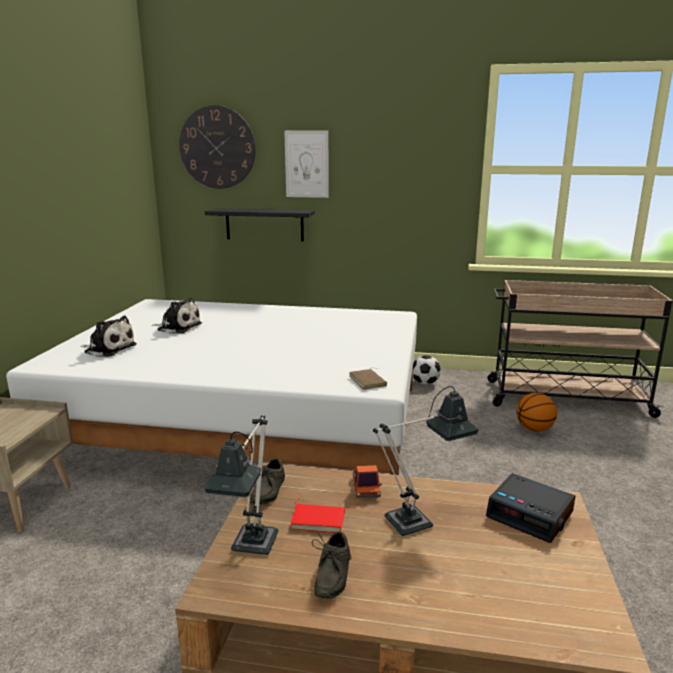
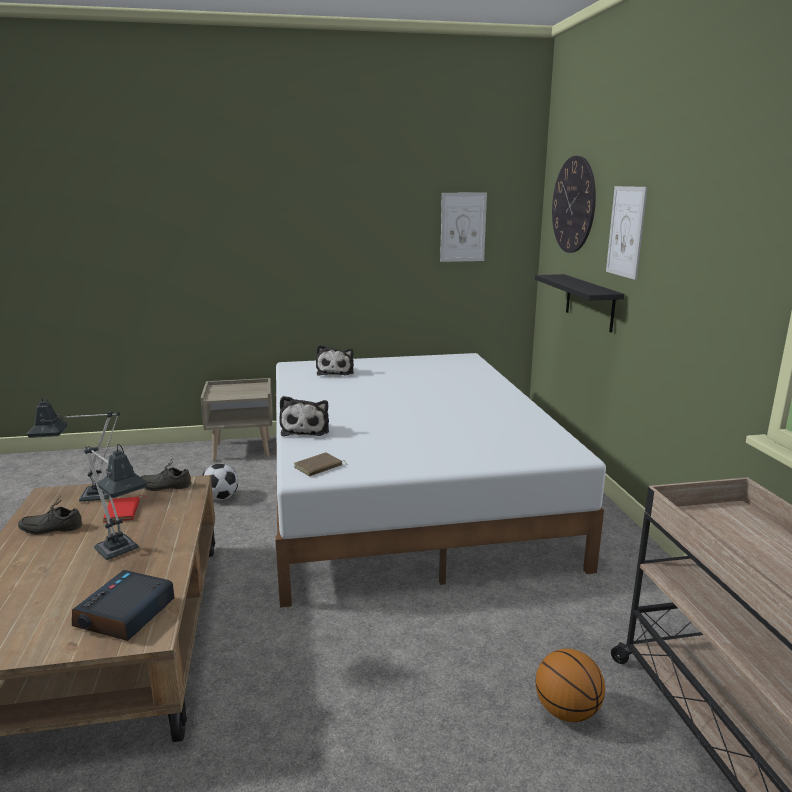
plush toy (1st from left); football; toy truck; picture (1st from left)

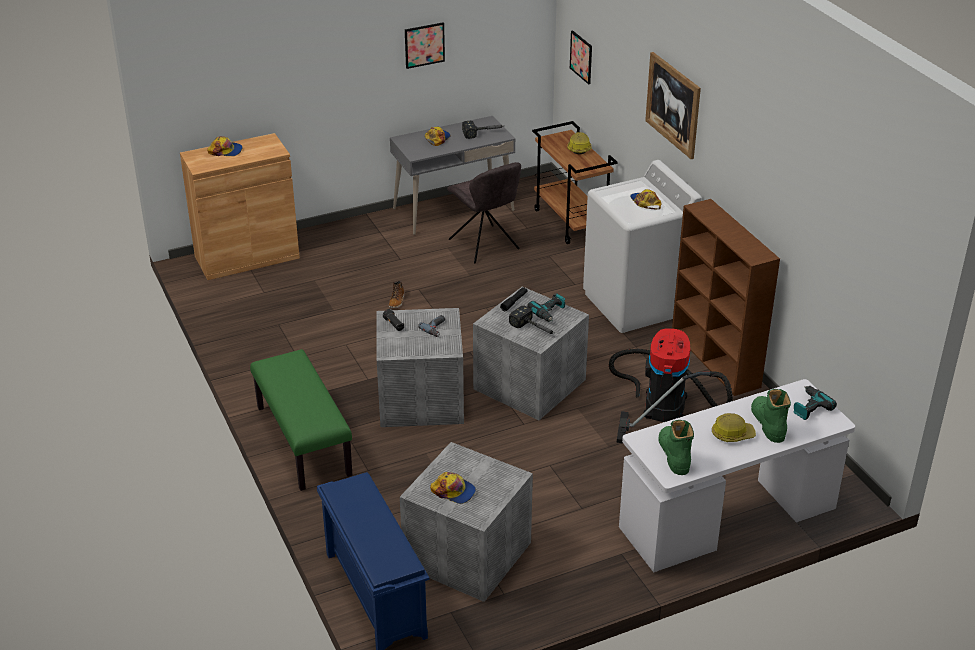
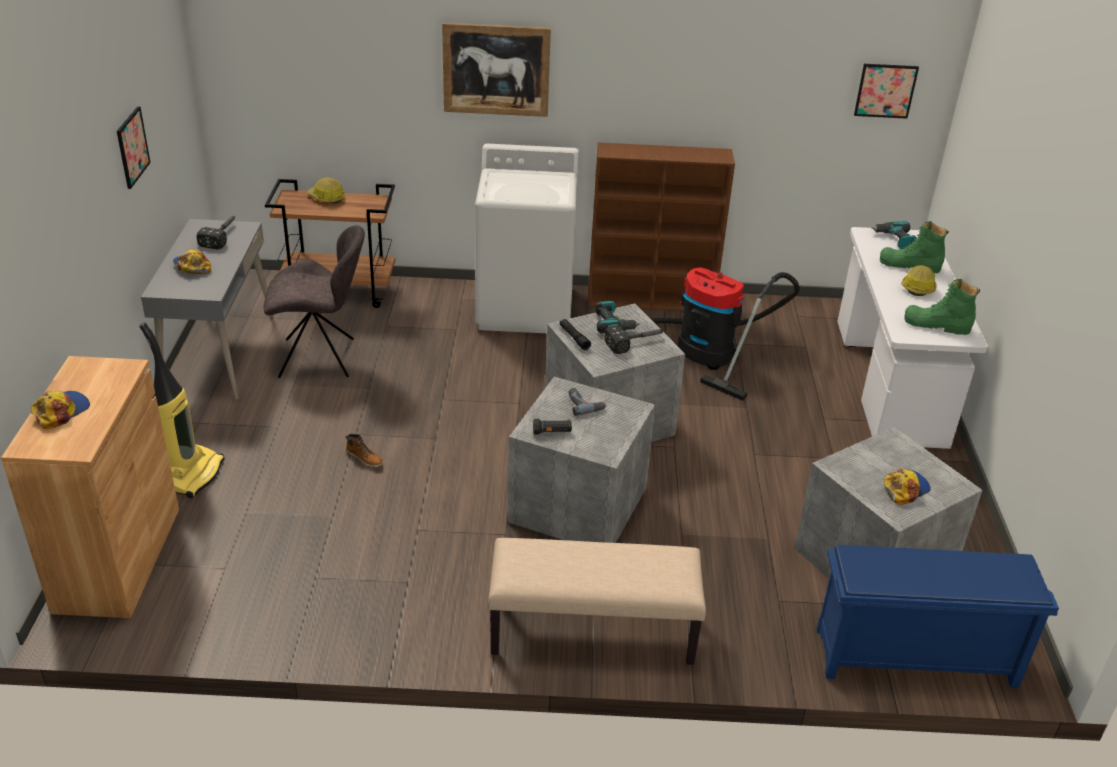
picture (3rd from left); cap (4th from left in the first image); beige bench; vacuum cleaner (1st from left)

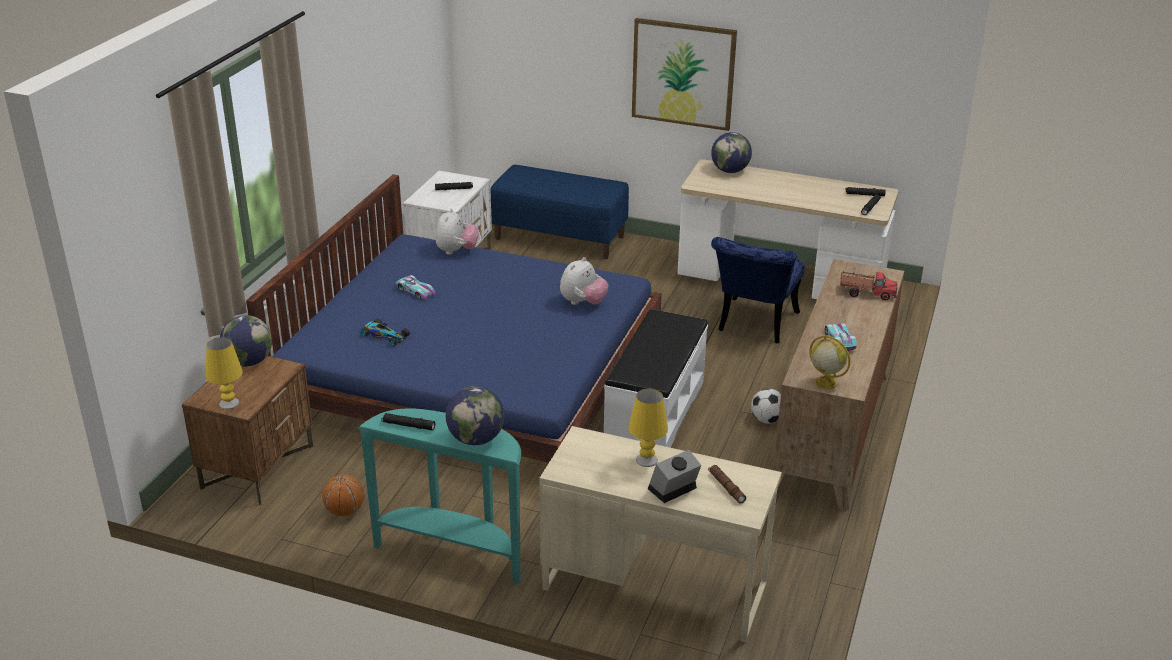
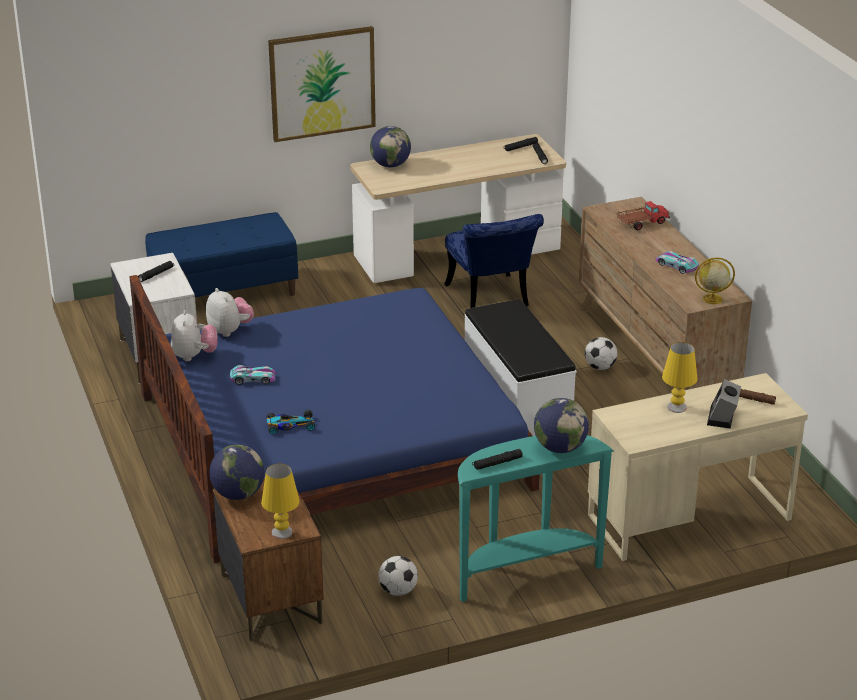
plush toy (1st from left); football (1st from left)

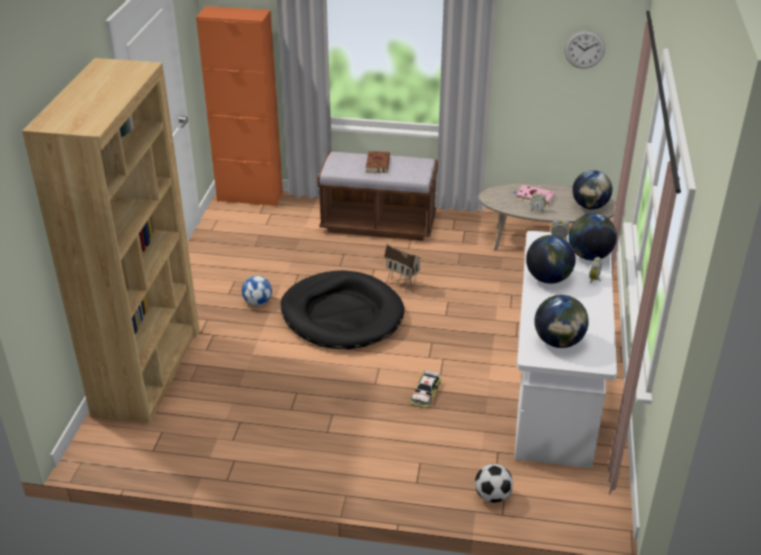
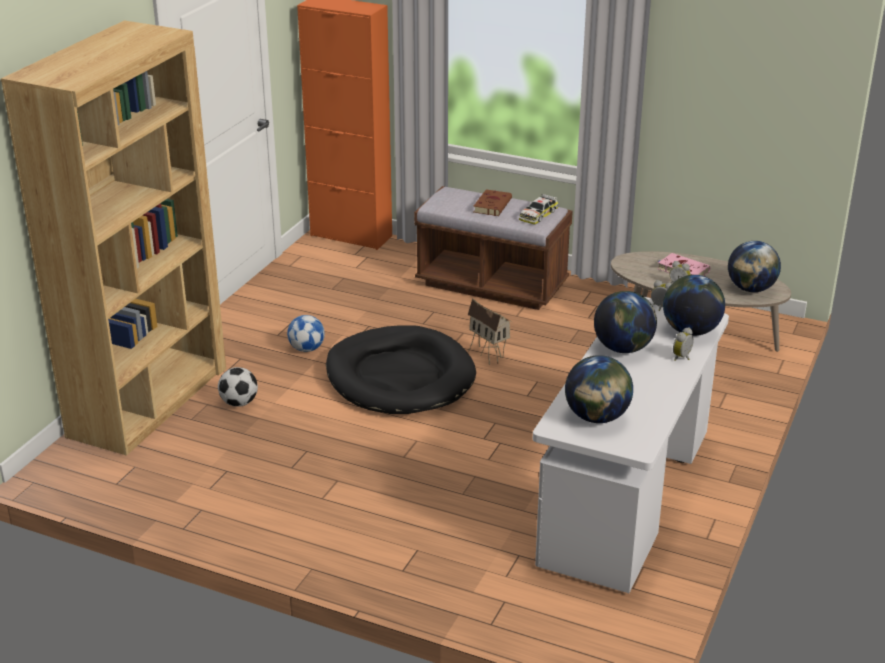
wall clock; toy car; football (1st from left)

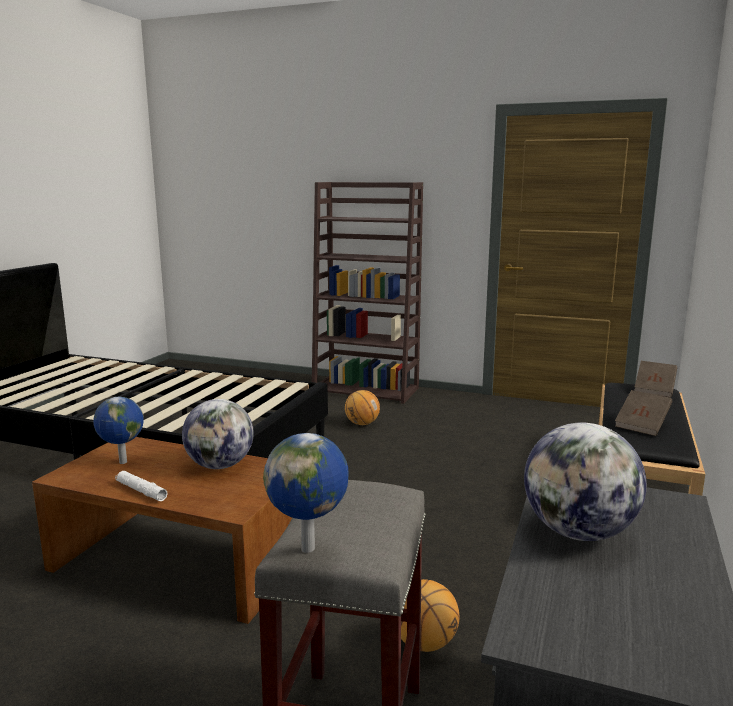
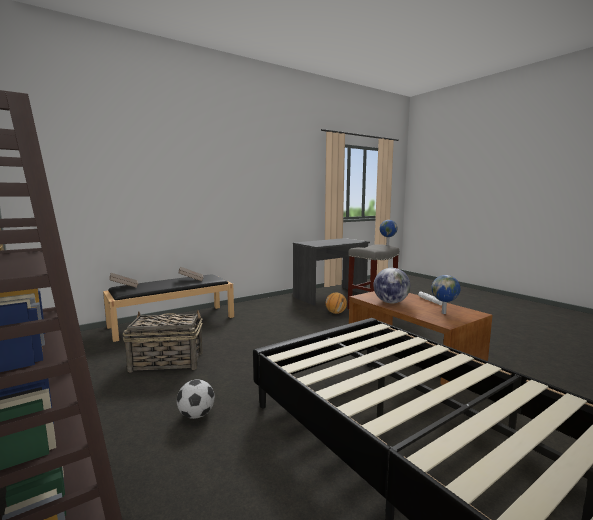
football; globe (4th from left in the first image); basket

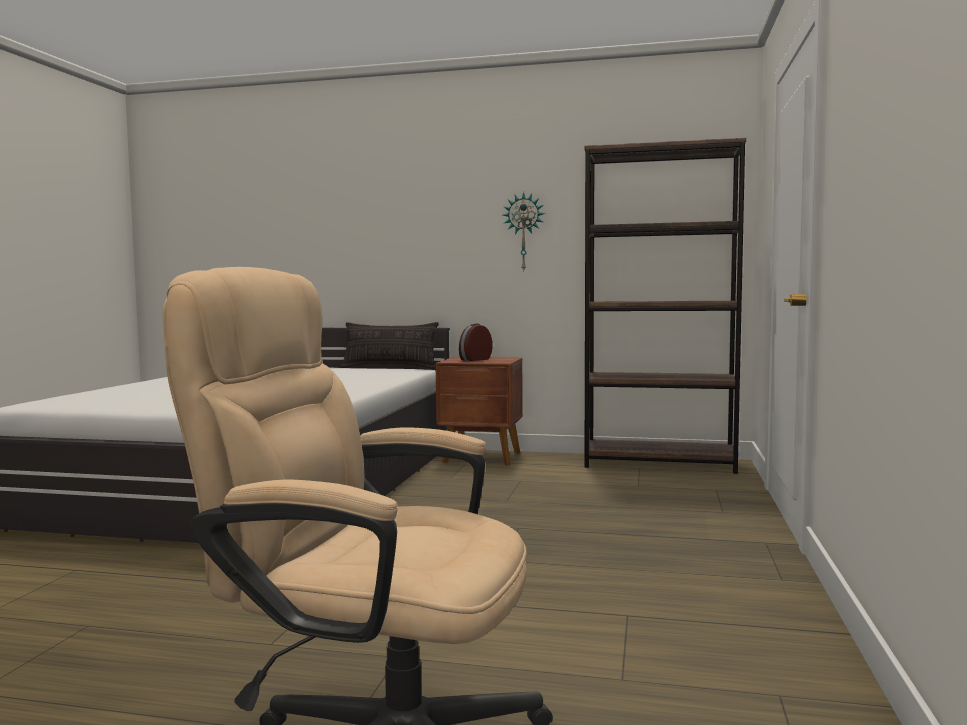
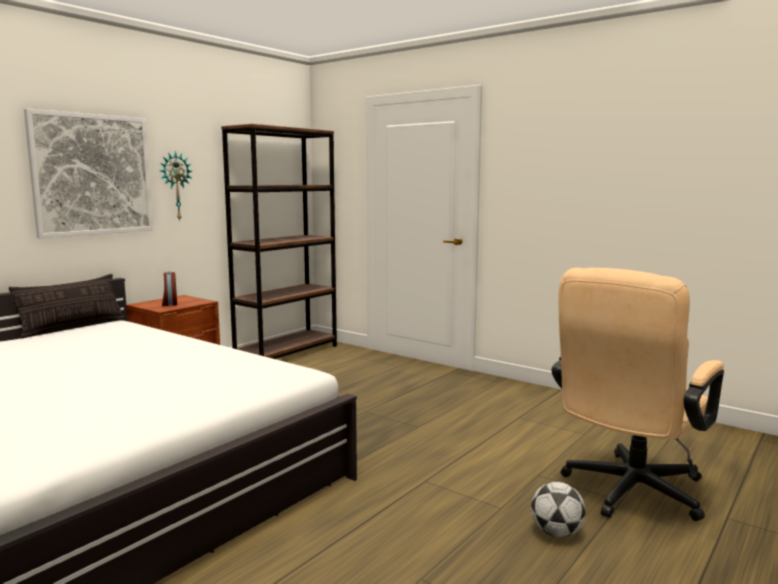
picture; football

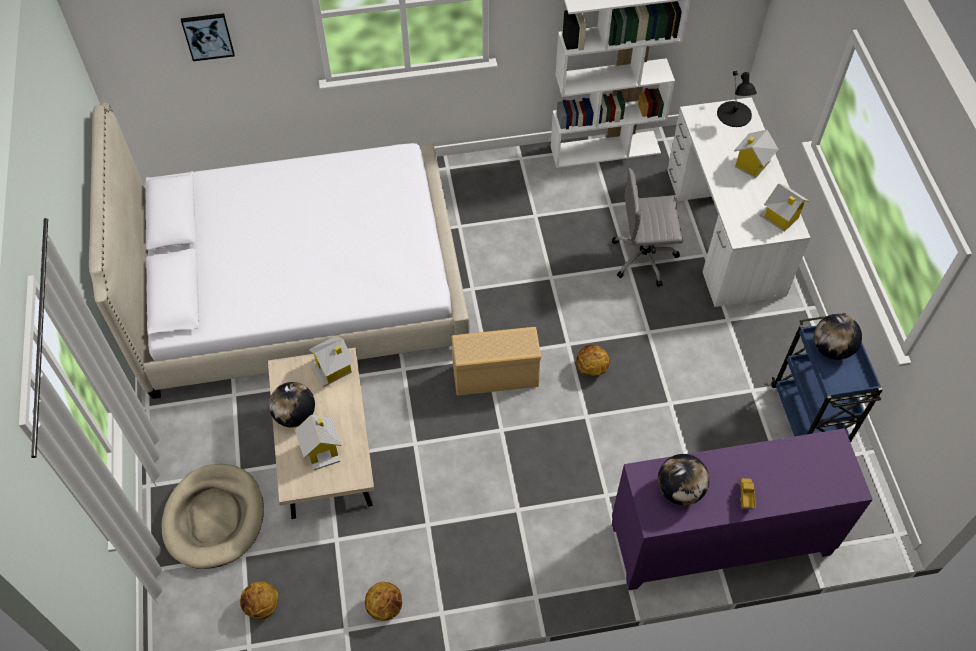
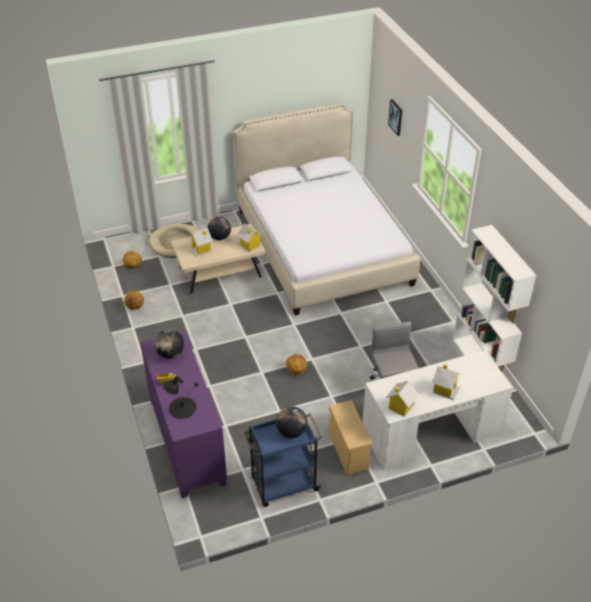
black table lamp; beige storage box

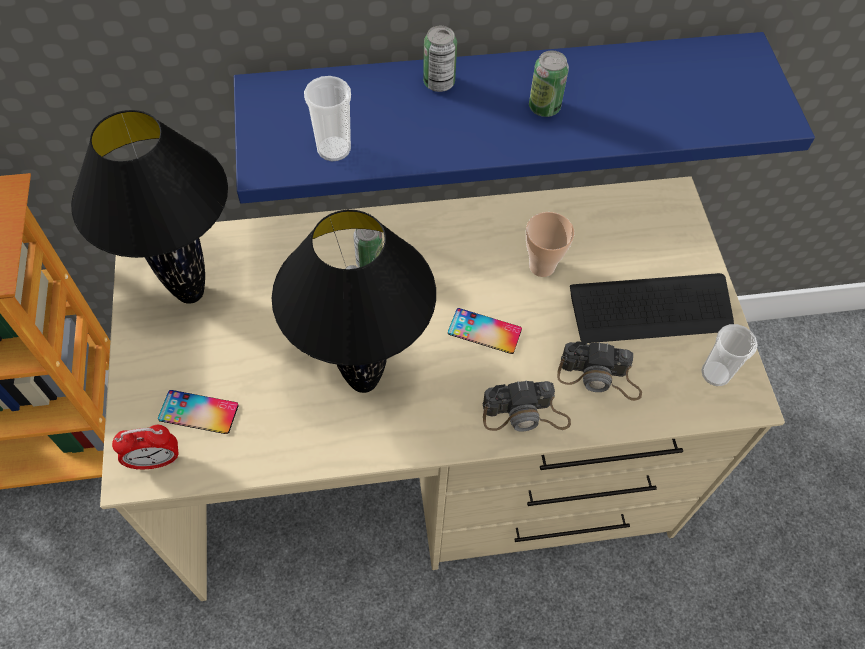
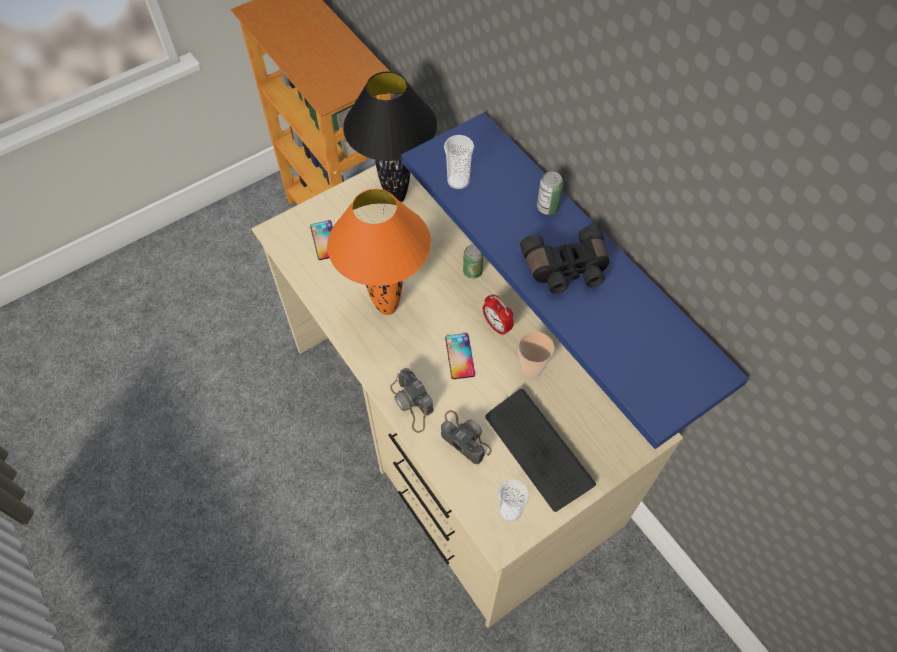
black binoculars; orange table lamp; photo camera (2nd from left); alarm clock

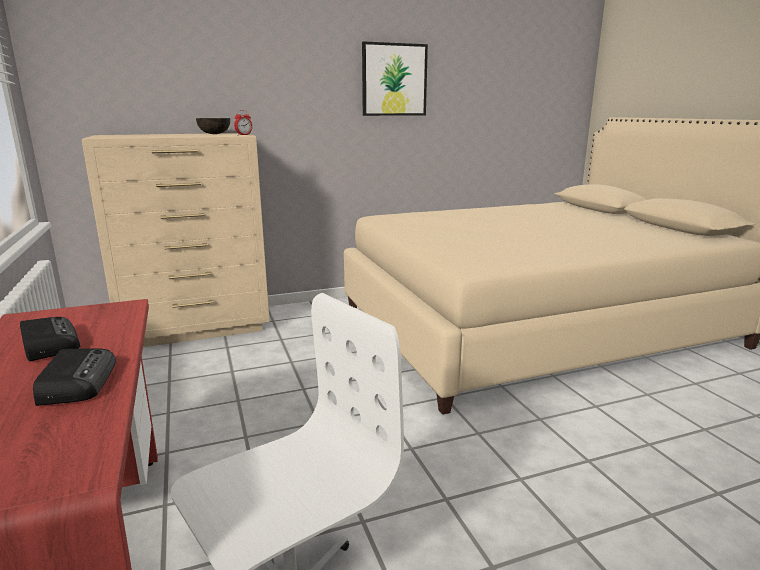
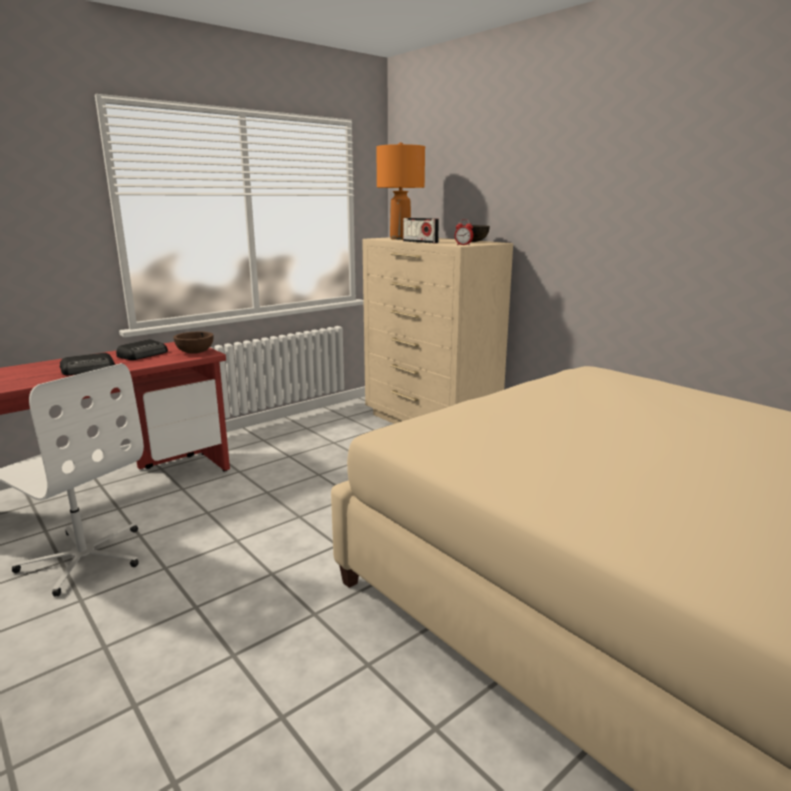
picture; orange table lamp; radio (3rd from left); brown bowl (1st from left)

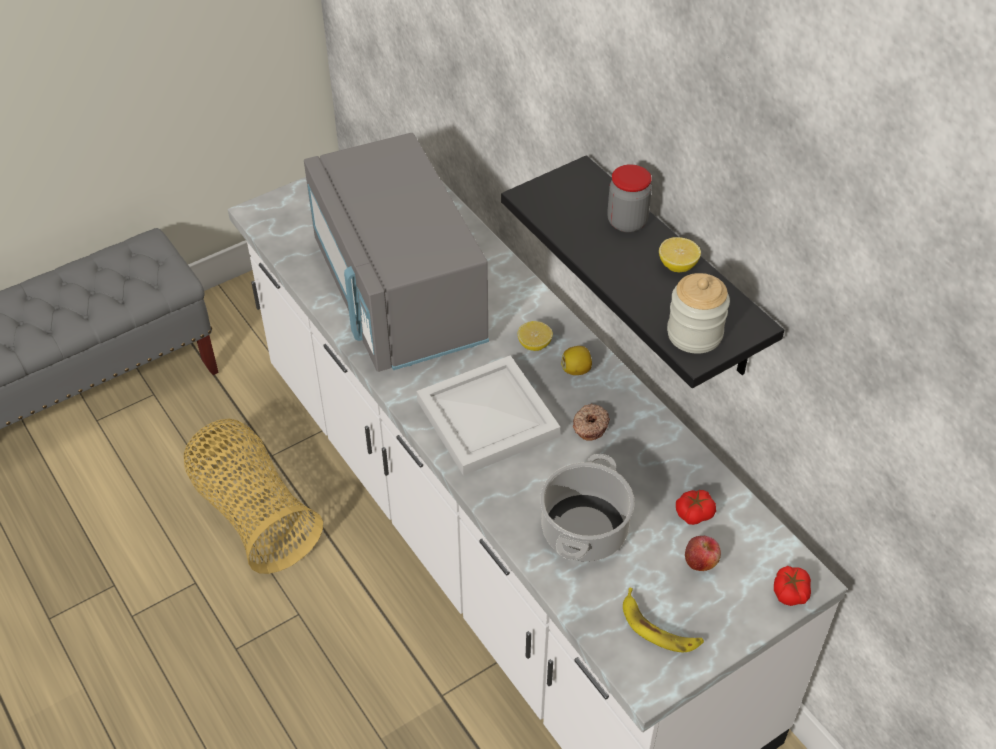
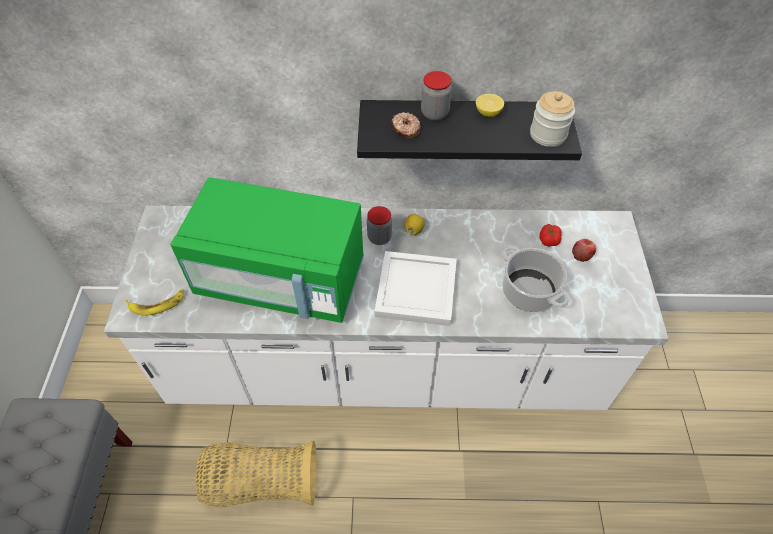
green microwave; jar (1st from left); donut; tomato (2nd from left in the first image); banana

